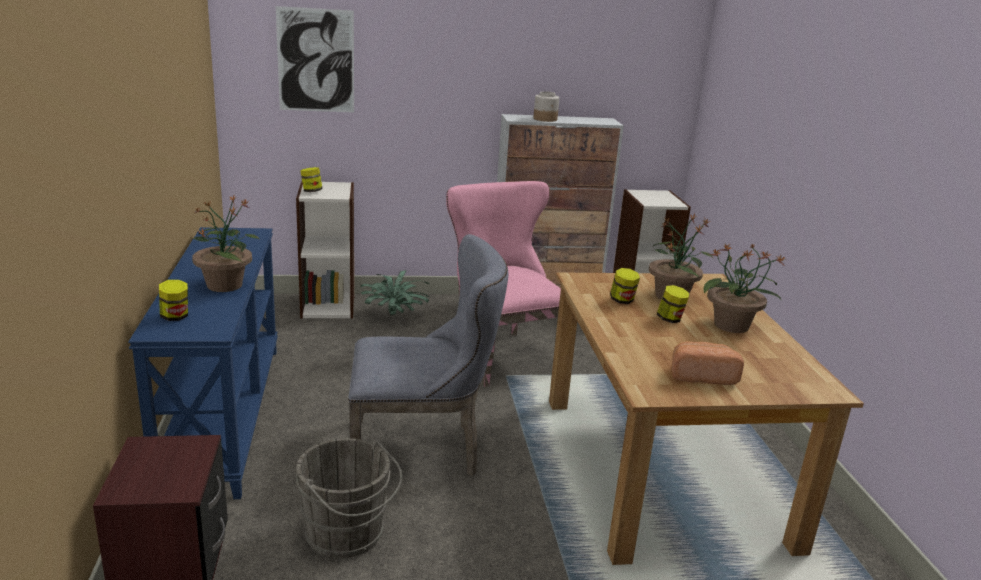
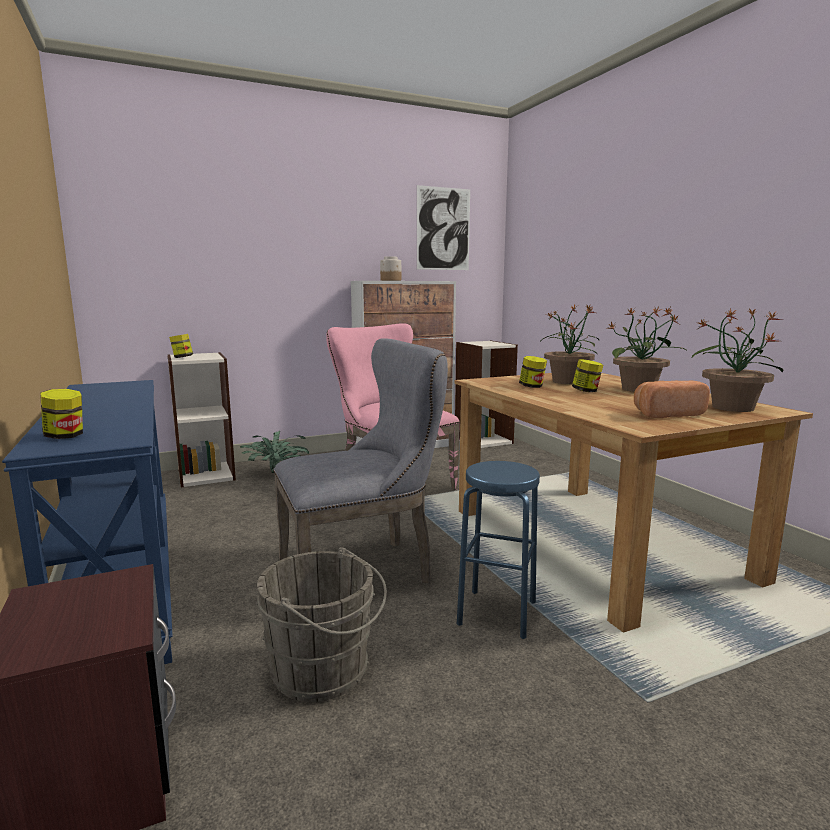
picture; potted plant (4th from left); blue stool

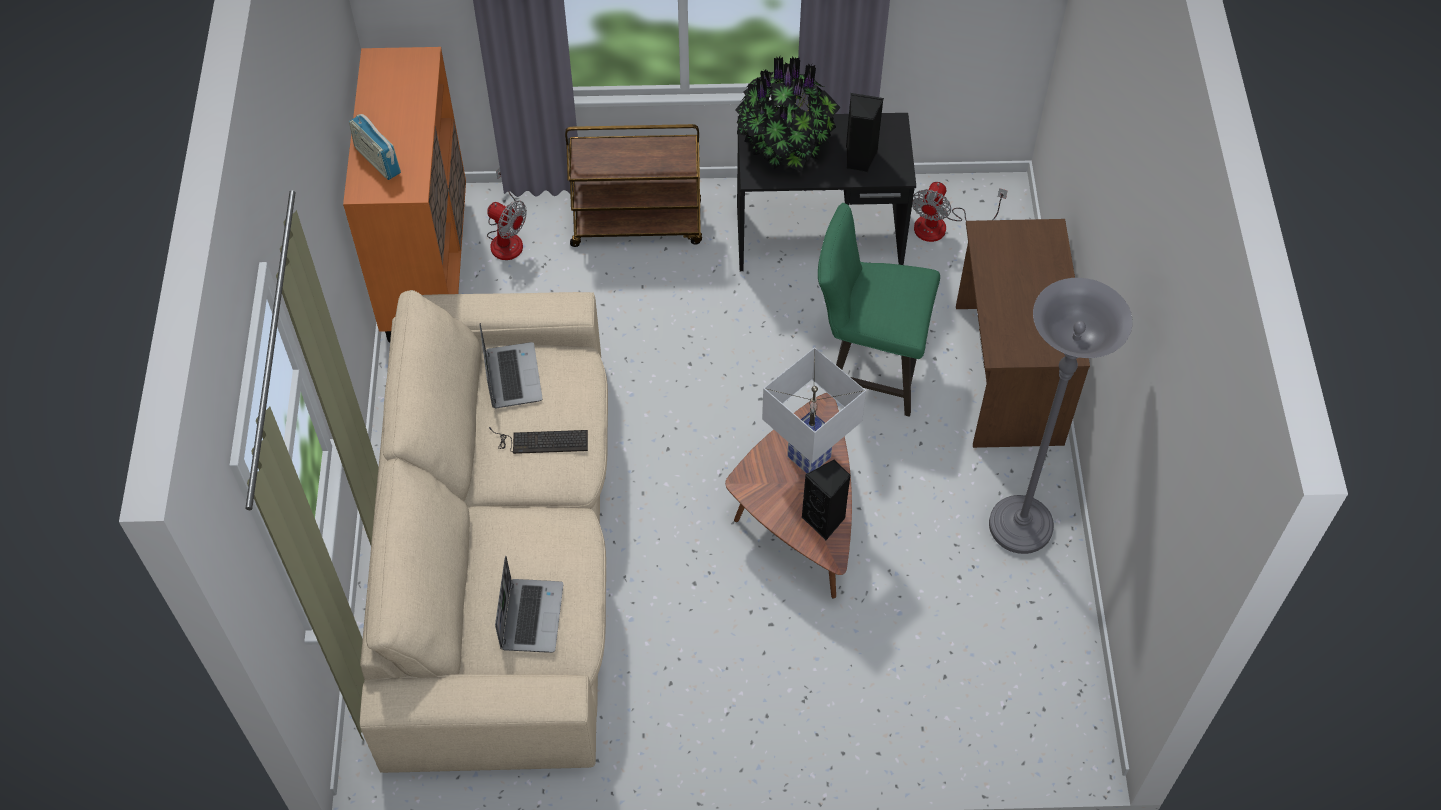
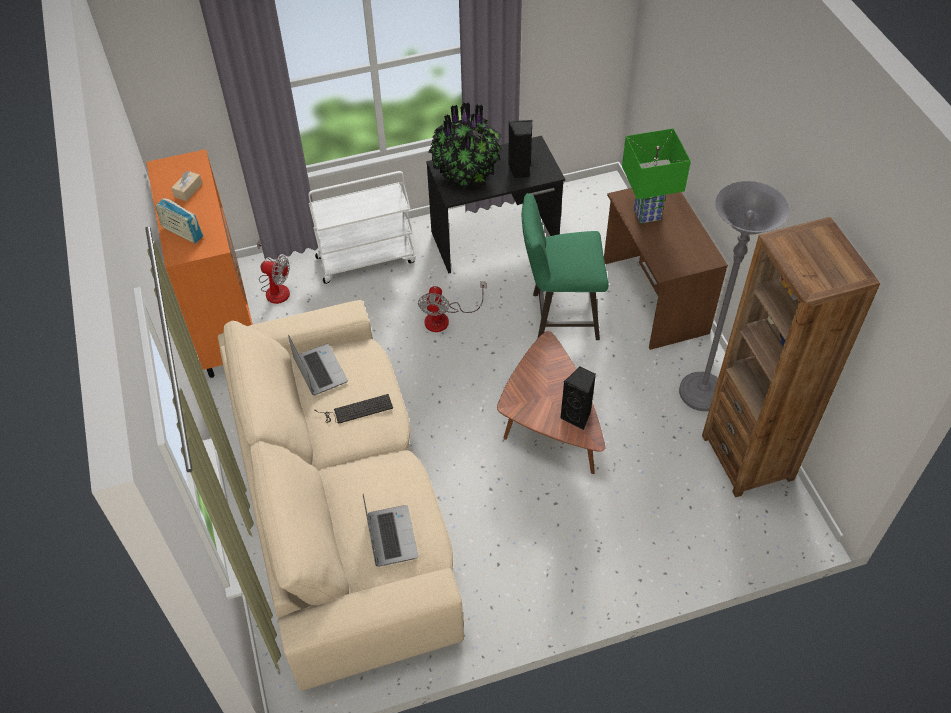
white cart; fan (2nd from left); white table lamp; green table lamp; beige tissue box; brown bookcase

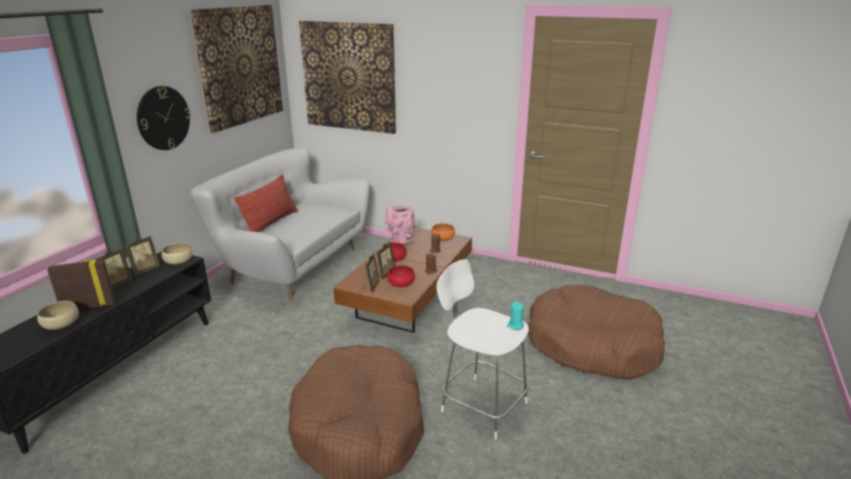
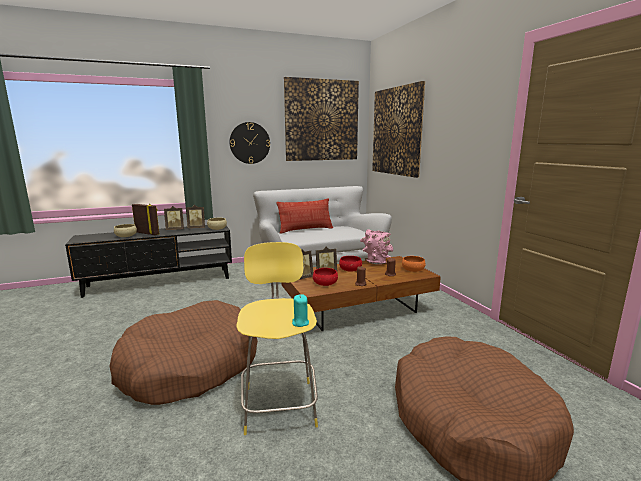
yellow stool

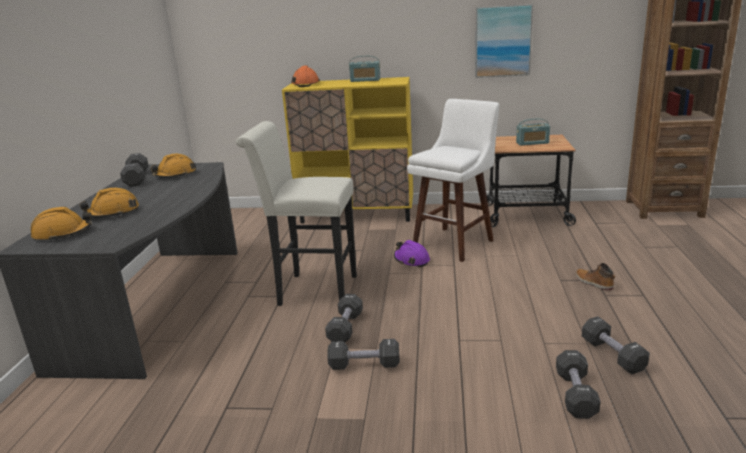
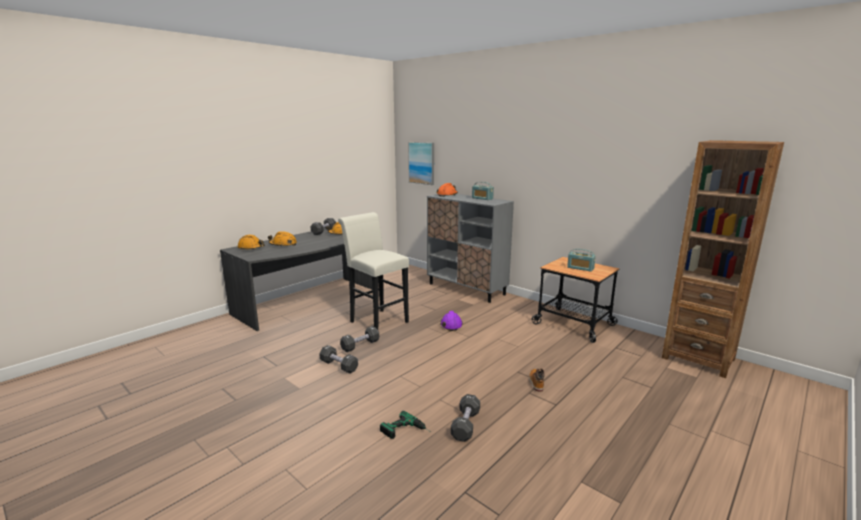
picture; grey cabinet; white stool (2nd from left in the first image); power drill

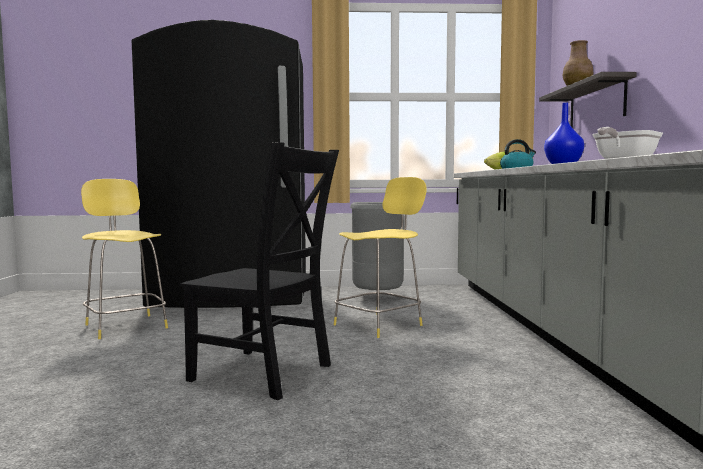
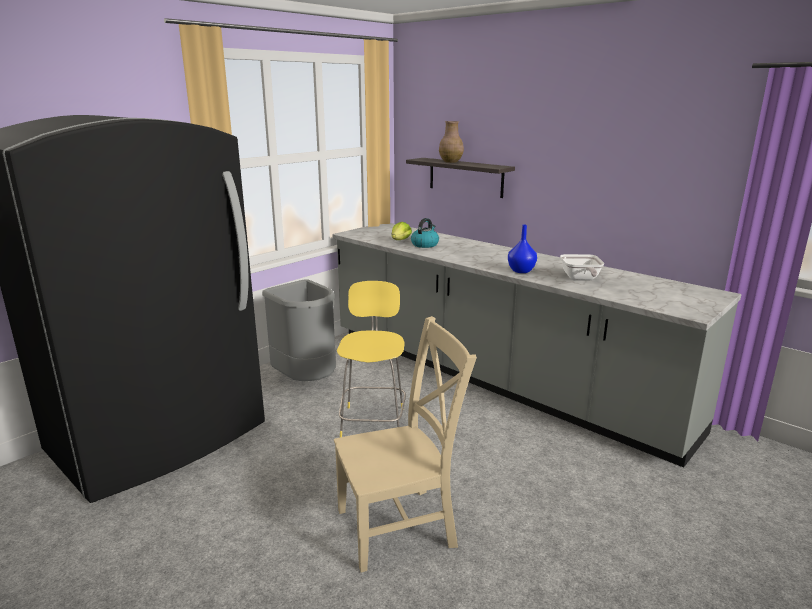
beige chair; yellow stool (1st from left in the first image)

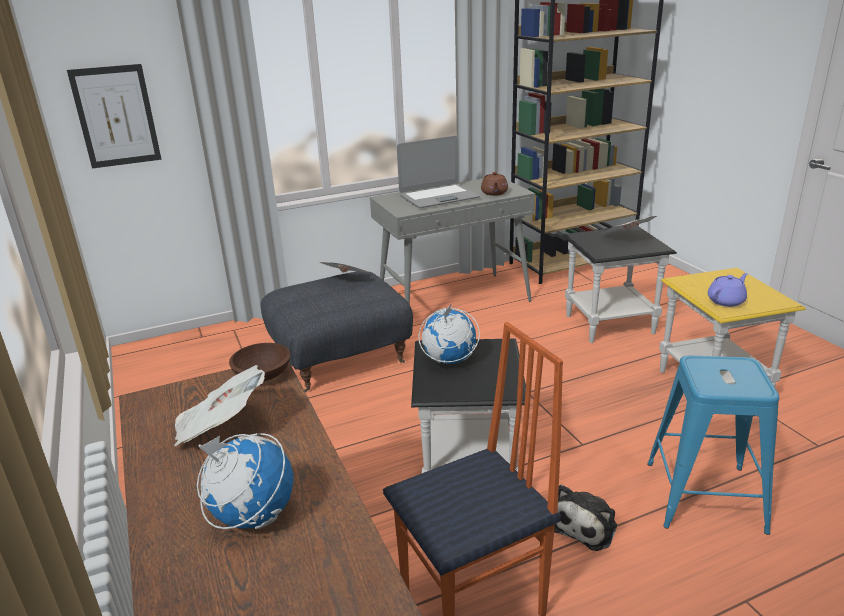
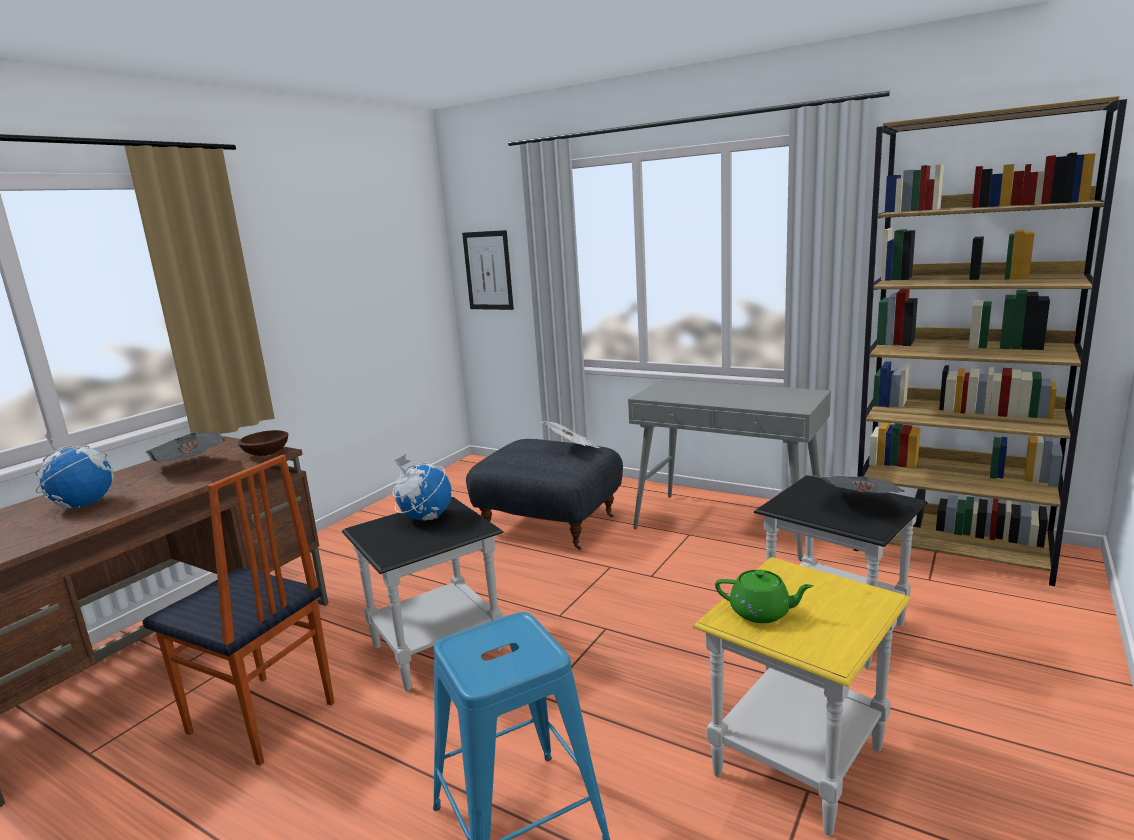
laptop; brown teapot; green teapot; plush toy

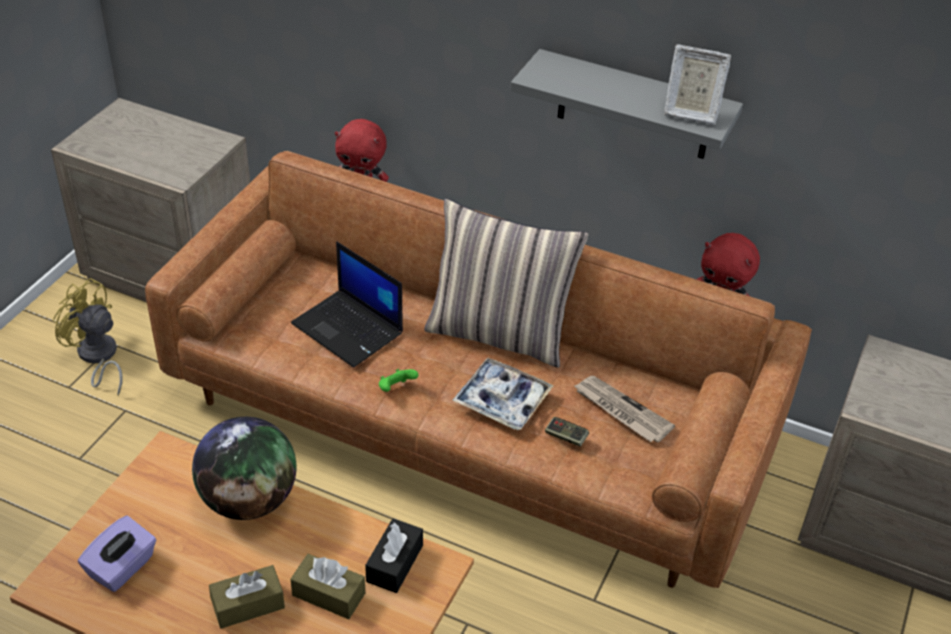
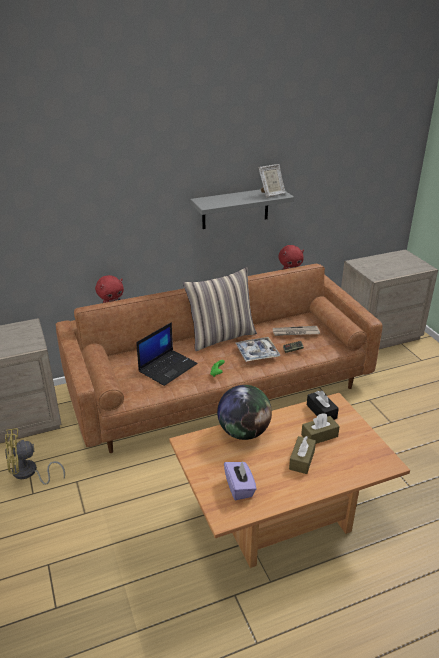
laptop

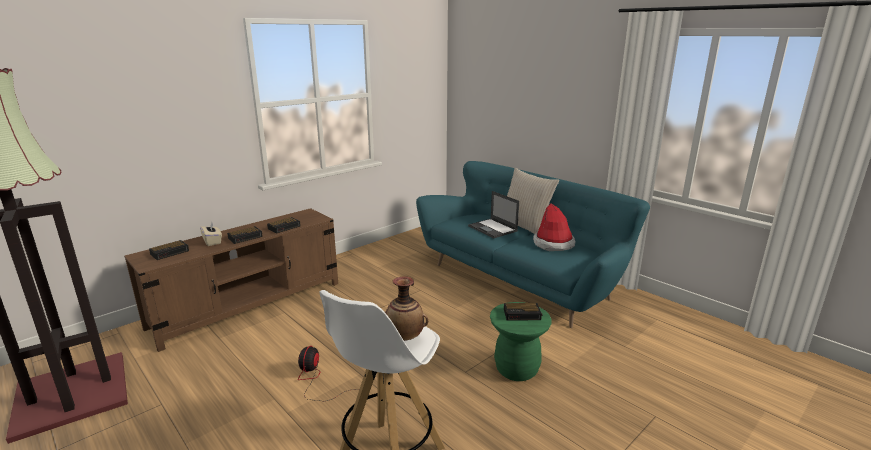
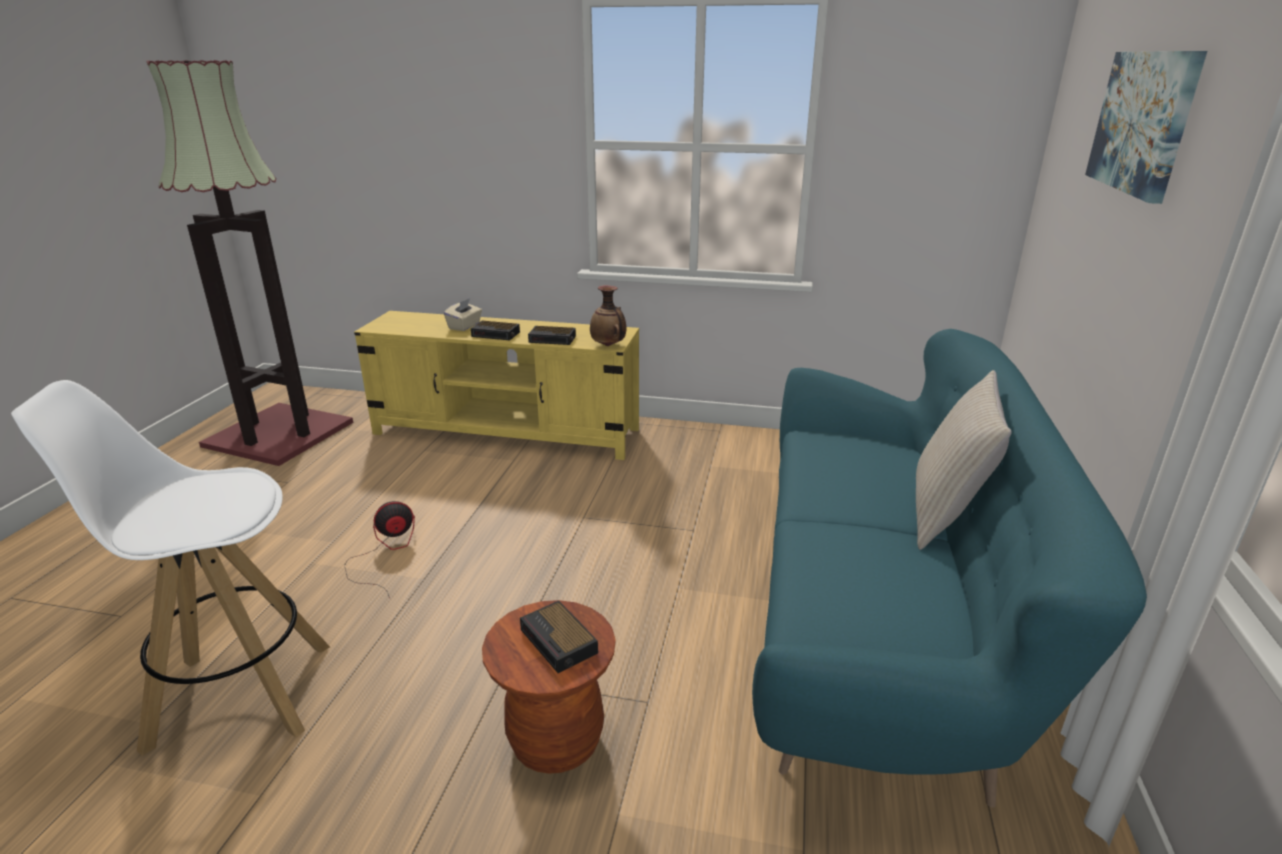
laptop; hat; yellow tv stand; alarm clock (1st from left in the first image); vase; brown stool; picture

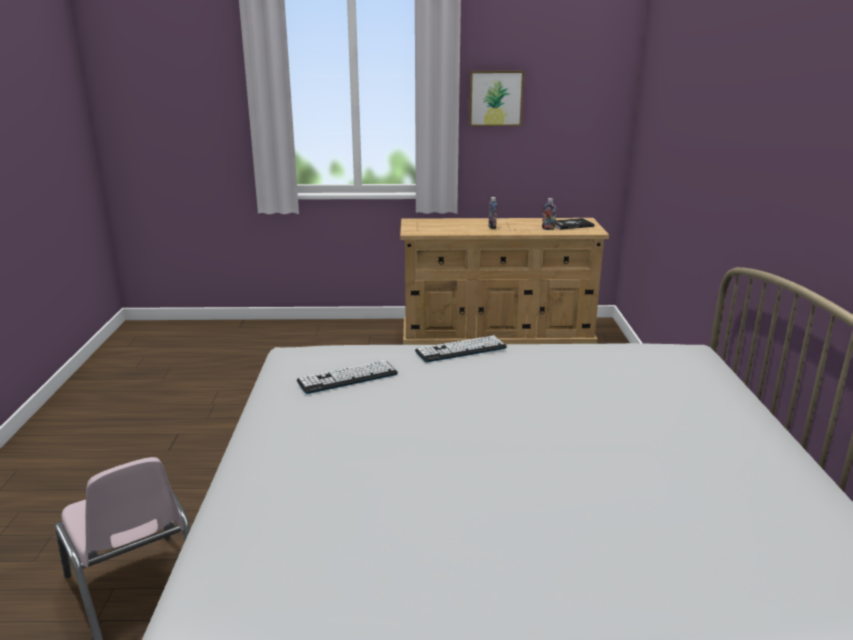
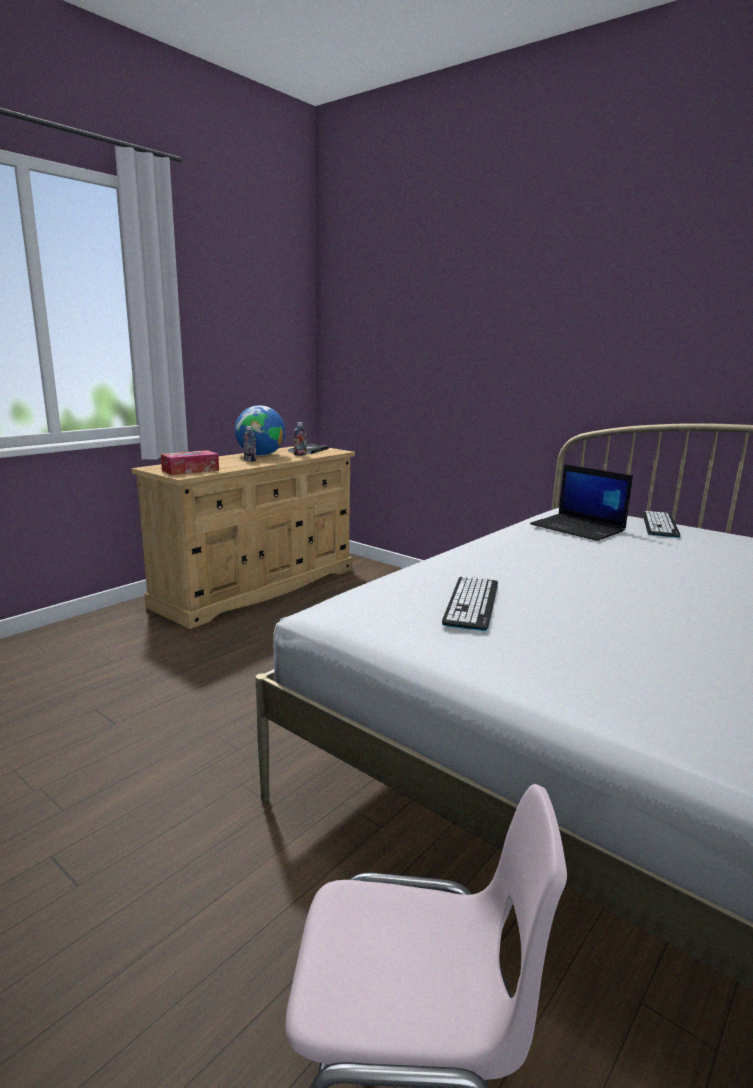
picture; keyboard (2nd from left); globe; tissue box; laptop

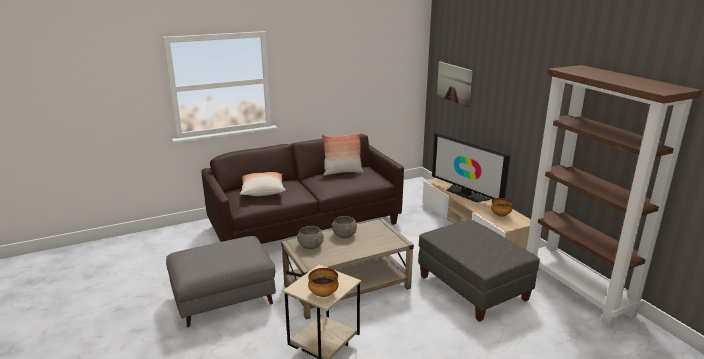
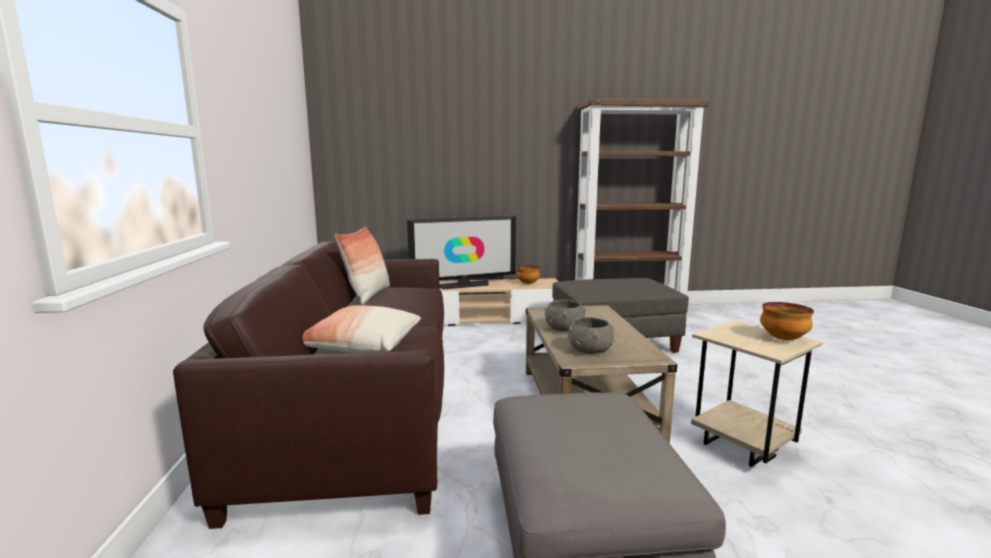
picture

